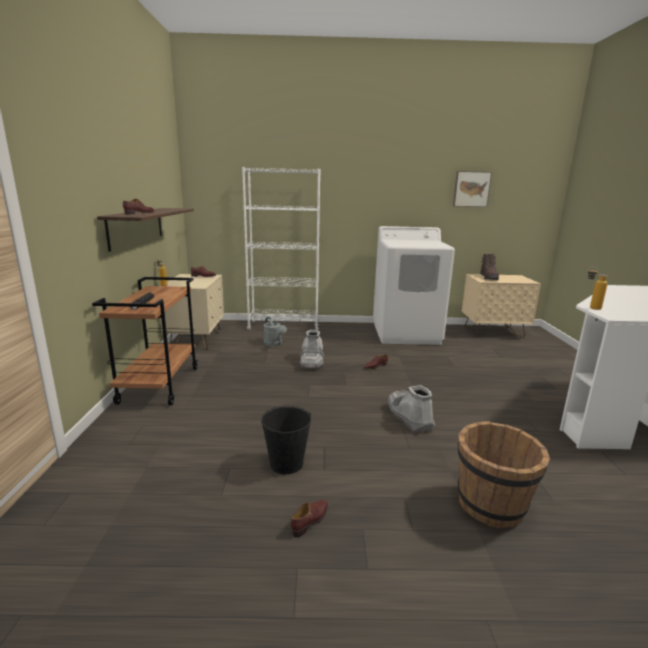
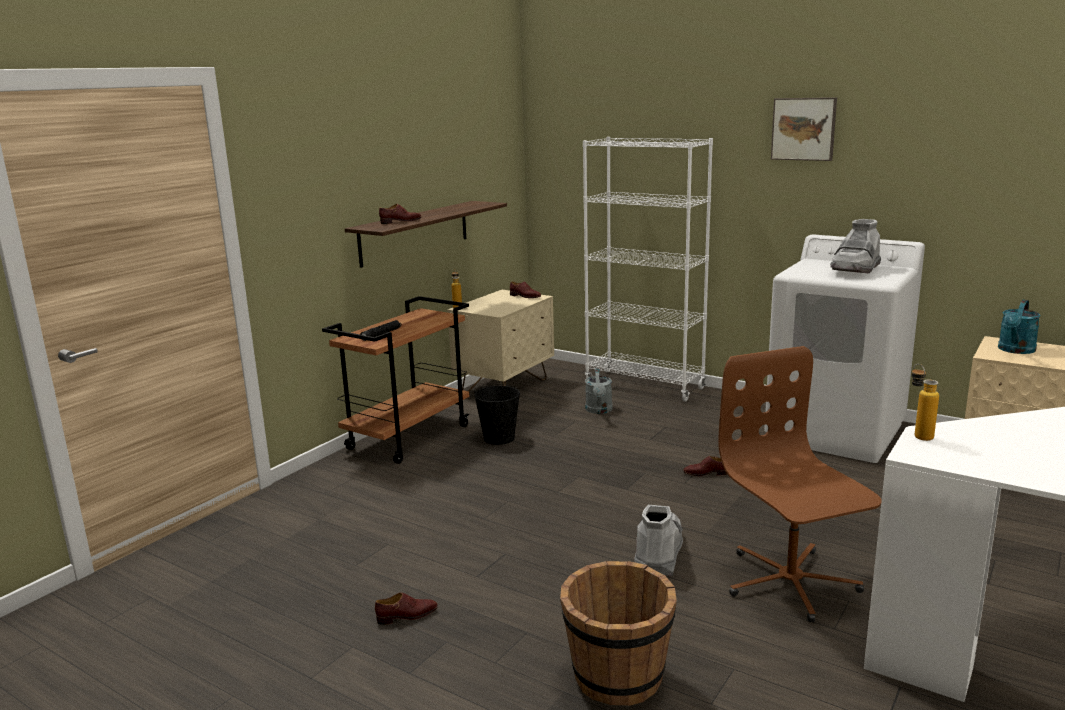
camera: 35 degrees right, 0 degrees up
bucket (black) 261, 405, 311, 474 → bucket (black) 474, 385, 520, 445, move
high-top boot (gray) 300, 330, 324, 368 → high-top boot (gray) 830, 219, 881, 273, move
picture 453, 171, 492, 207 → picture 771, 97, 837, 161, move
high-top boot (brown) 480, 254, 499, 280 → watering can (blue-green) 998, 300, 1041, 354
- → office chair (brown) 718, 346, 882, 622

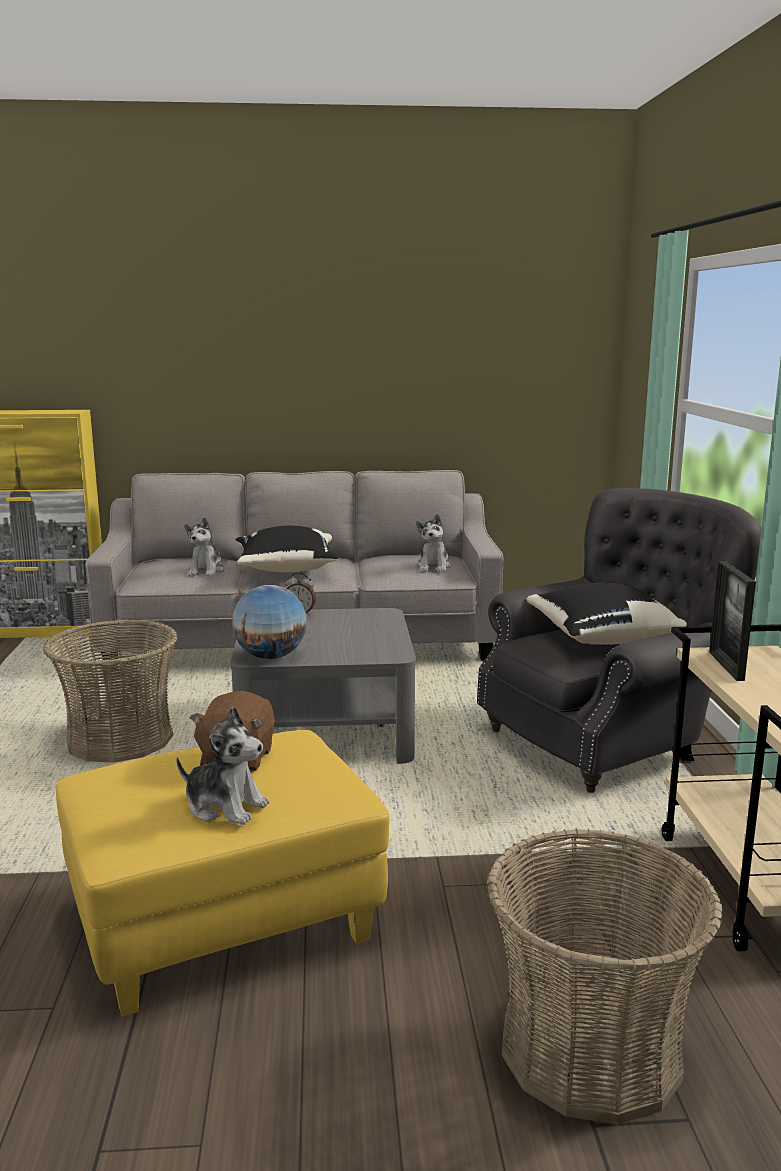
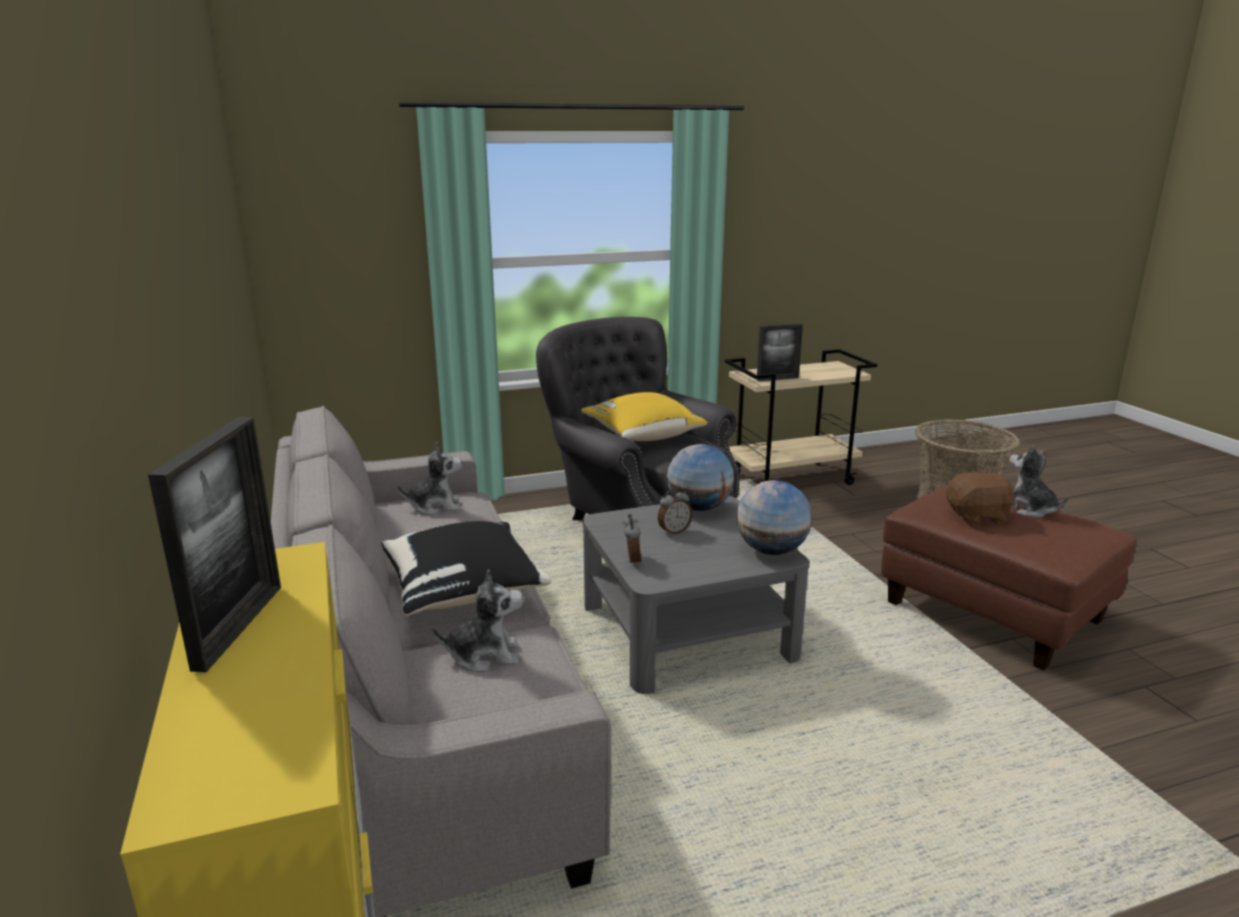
camera: 105 degrees left, 5 degrees up
household basket 43, 619, 178, 763 → -
pouffe (yellow) 56, 730, 390, 1017 → pouffe (brown) 881, 485, 1137, 671
soft toy 176, 707, 270, 825 → soft toy 1010, 446, 1069, 518, 45 degrees counterclockwise
throw pillow (black) 526, 582, 689, 645 → throw pillow (yellow) 581, 392, 708, 441
- → photo frame 148, 417, 281, 672
- → table clock 658, 487, 692, 535
- → desk globe 667, 444, 734, 511

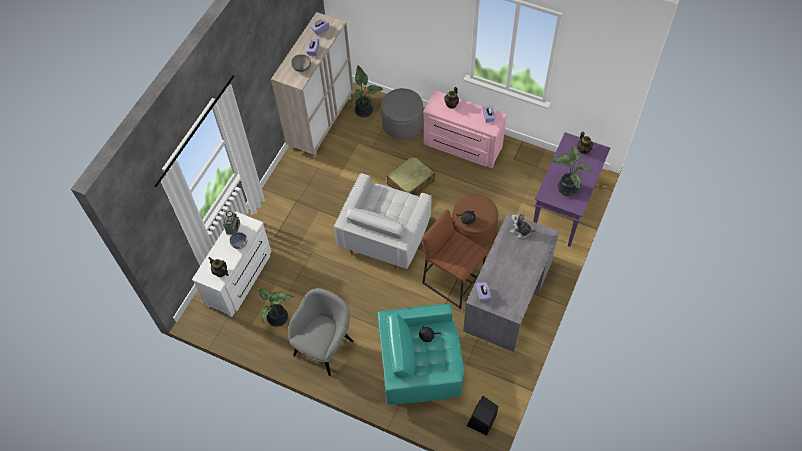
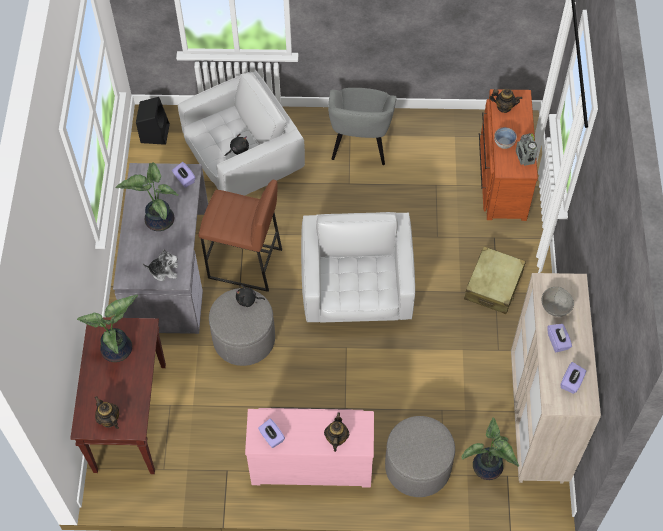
camera: 155 degrees right, 0 degrees up
chest of drawers (whitish) 192, 212, 272, 317 → chest of drawers (brown) 479, 89, 538, 221
potted plant 258, 288, 295, 327 → potted plant 115, 162, 178, 231, move
armchair (blue-green) 377, 304, 465, 405 → armchair (whitish) 178, 70, 305, 196
travel case (beige) 387, 155, 435, 195 → travel case (beige) 464, 246, 526, 314, move
pouffe (brown) 452, 195, 498, 248 → pouffe (gray) 209, 288, 275, 366
hall table (purplish) 533, 132, 610, 247 → hall table (brown) 70, 317, 166, 474

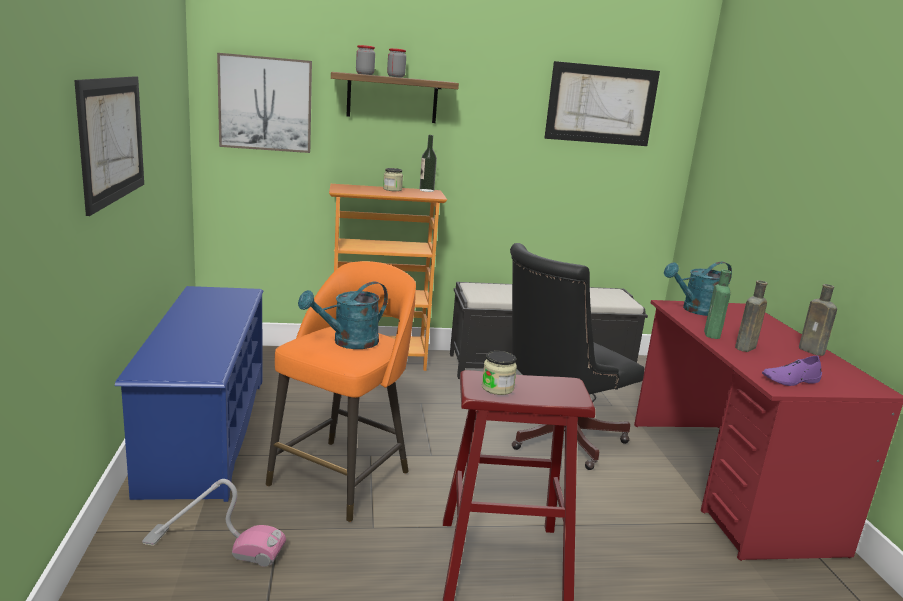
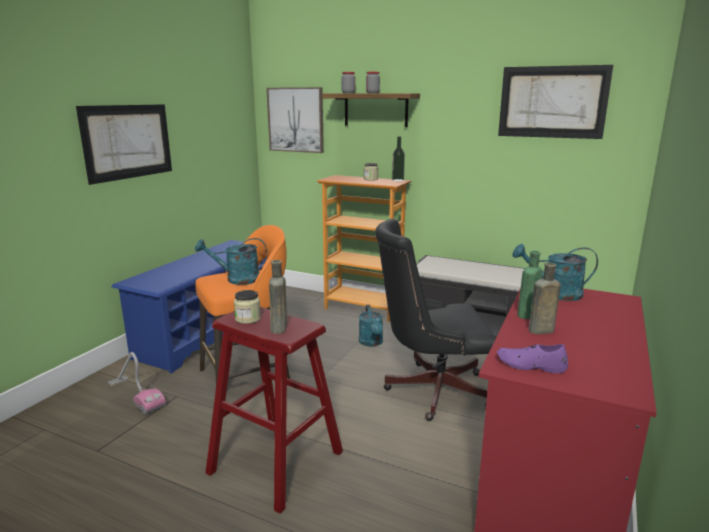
camera: 35 degrees right, 0 degrees up
drink bottle (brown) 799, 284, 837, 356 → drink bottle (brown) 269, 260, 287, 334, move
- → watering can (blue-green) 359, 305, 383, 347

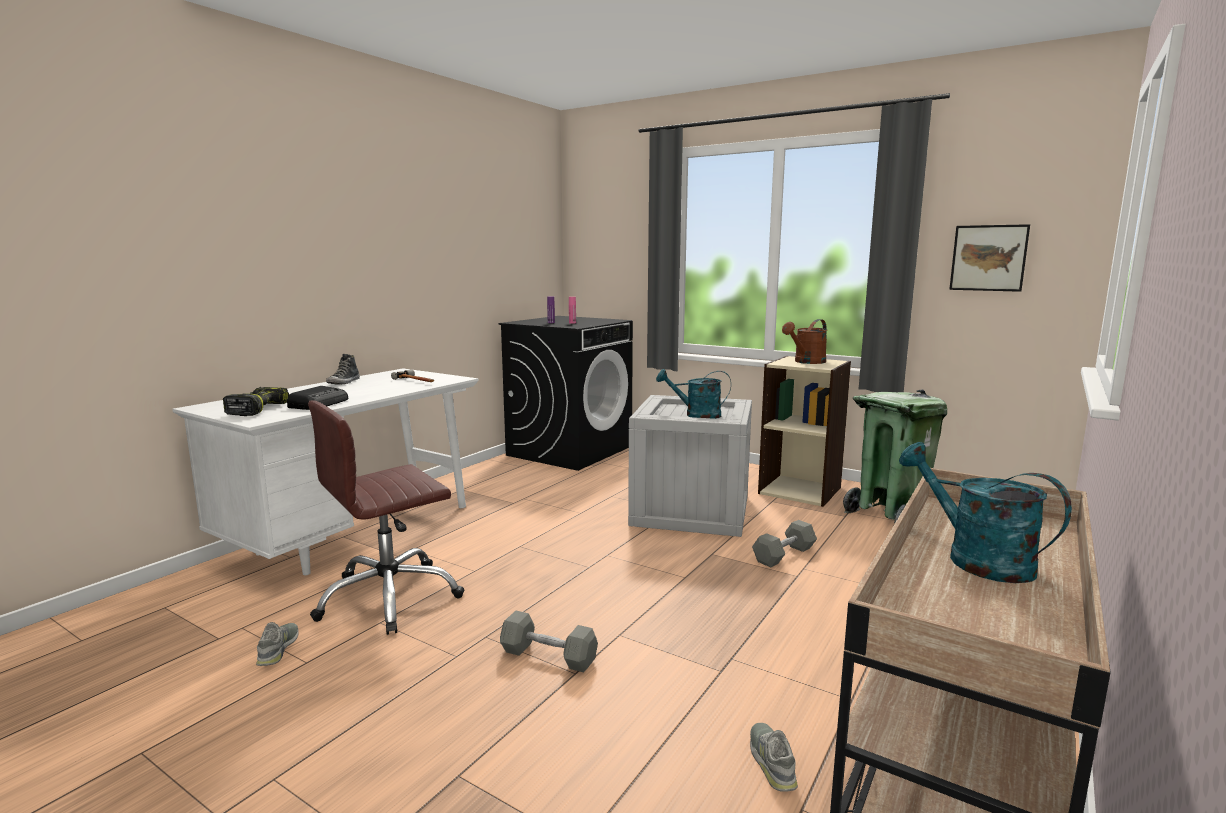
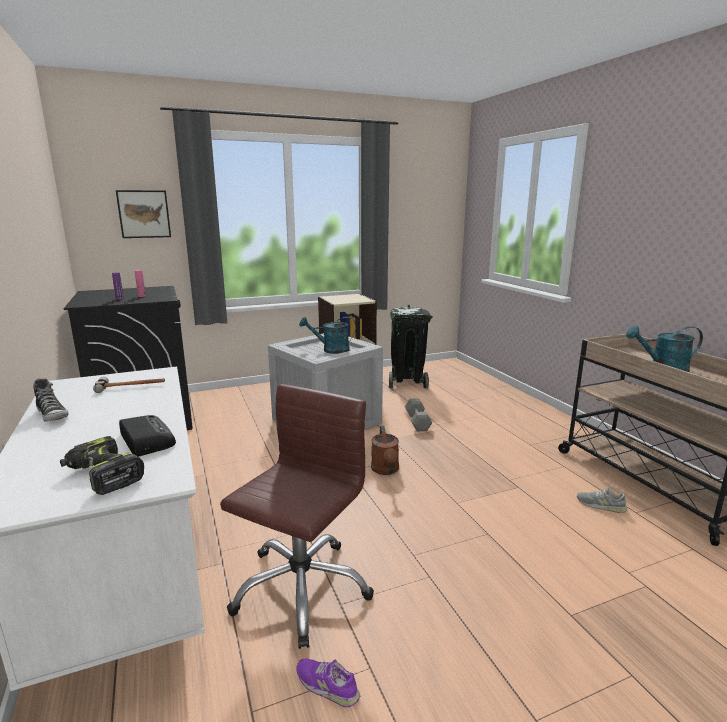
camera: 55 degrees left, 5 degrees up
shoe (gray) 256, 622, 299, 666 → shoe (purplish) 296, 659, 360, 707
office chair (brown) 308, 400, 464, 635 → office chair (brown) 220, 384, 374, 649, 150 degrees counterclockwise
hand weight (gray) 500, 611, 598, 673 → -
watering can (blue-green) 656, 369, 731, 419 → watering can (blue-green) 299, 317, 356, 354, 45 degrees clockwise
watering can (brown) 782, 319, 827, 364 → watering can (brown) 371, 426, 399, 475, move
waste bin (green-coloured) 843, 390, 947, 523 → waste bin (black) 389, 304, 433, 389
picture 949, 224, 1030, 292 → picture 116, 190, 171, 238, move

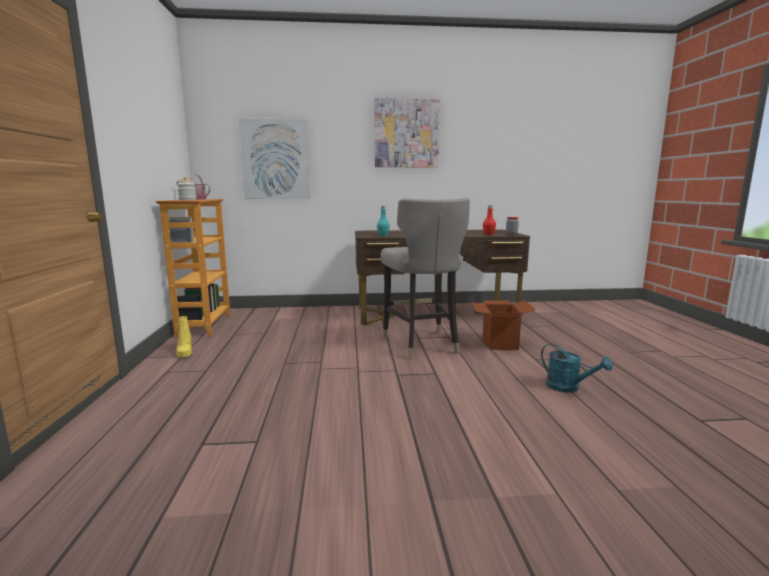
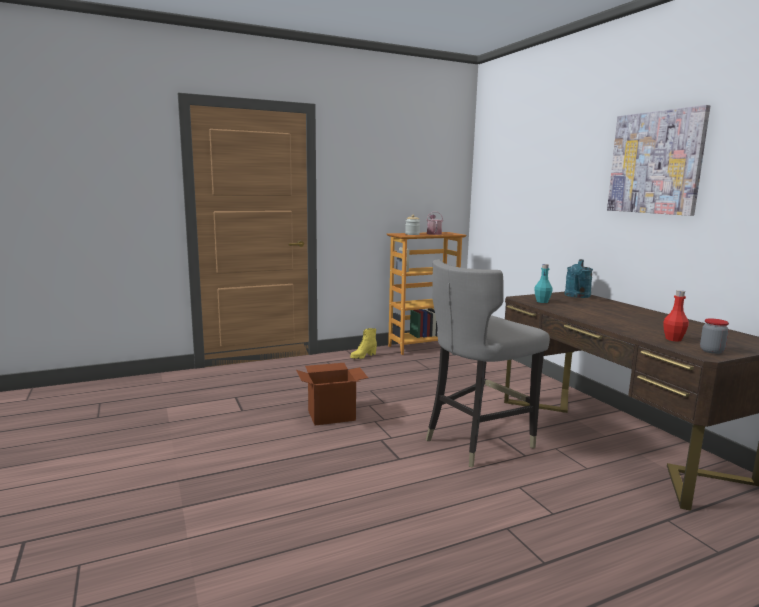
camera: 70 degrees right, 0 degrees up
picture 239, 118, 311, 199 → -
carton 471, 300, 536, 350 → carton 296, 363, 368, 425, move
watering can (blue-green) 541, 343, 613, 393 → watering can (blue-green) 565, 259, 593, 298, move

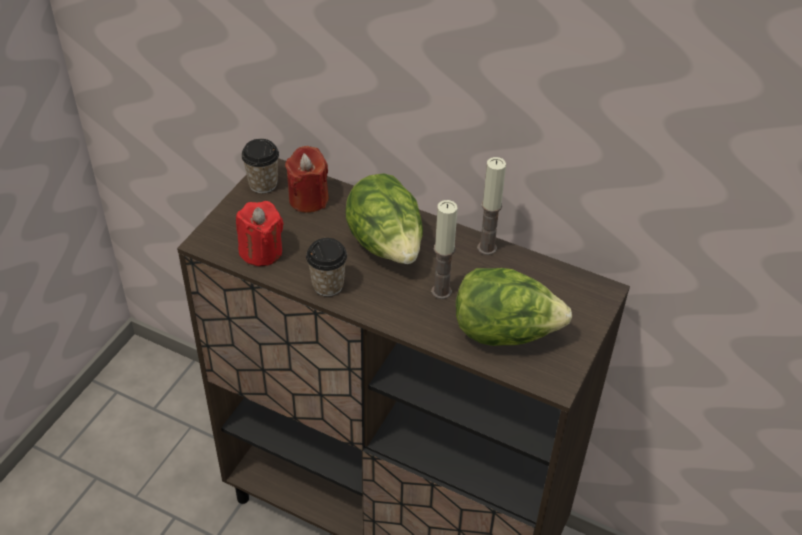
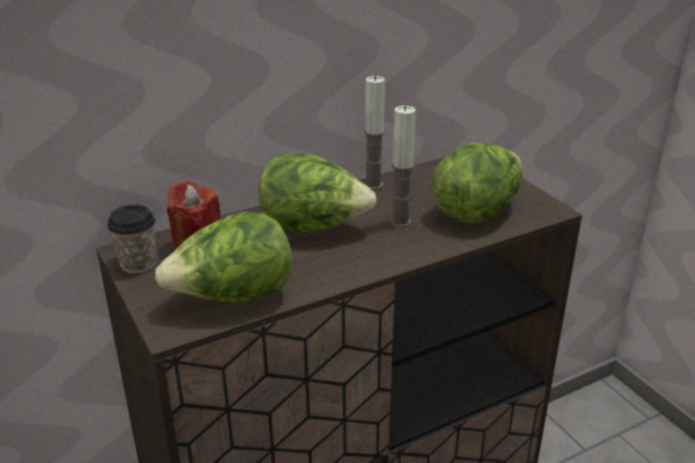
camera: 55 degrees left, 15 degrees down
wax light (reddish) 236, 201, 284, 266 → lettuce 155, 212, 292, 303
drinking cup 306, 238, 347, 296 → -

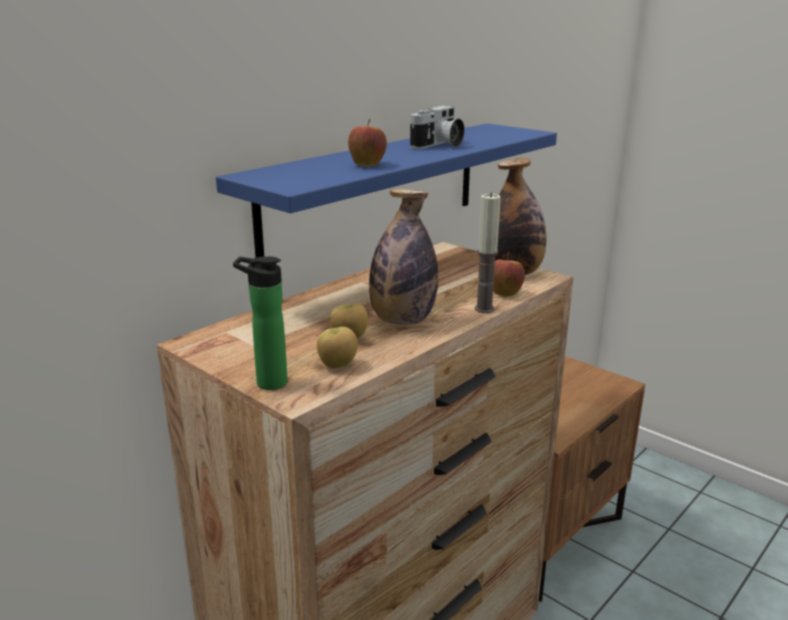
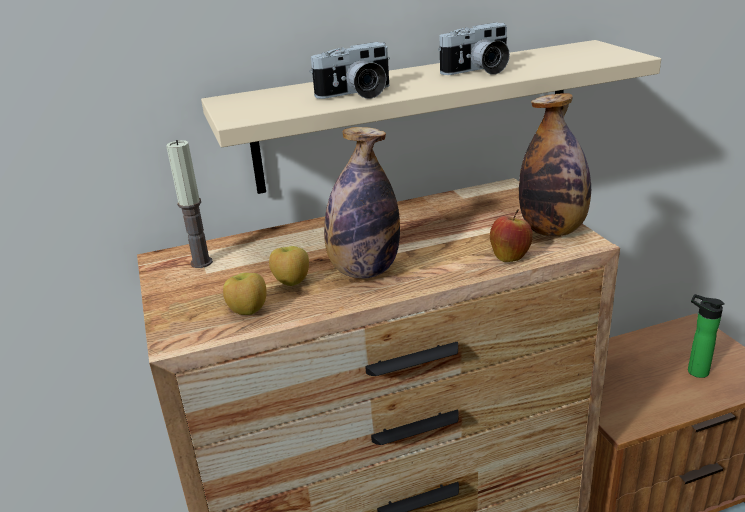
camera: 30 degrees right, 5 degrees up
bracket shelf (blue) 216, 123, 557, 258 → bracket shelf (beige) 201, 40, 661, 194
drink bottle 233, 256, 288, 390 → drink bottle 688, 294, 725, 378, move
whole apple 348, 119, 387, 167 → photo camera 309, 42, 390, 99
wax light 474, 192, 501, 313 → wax light 166, 140, 213, 268, move

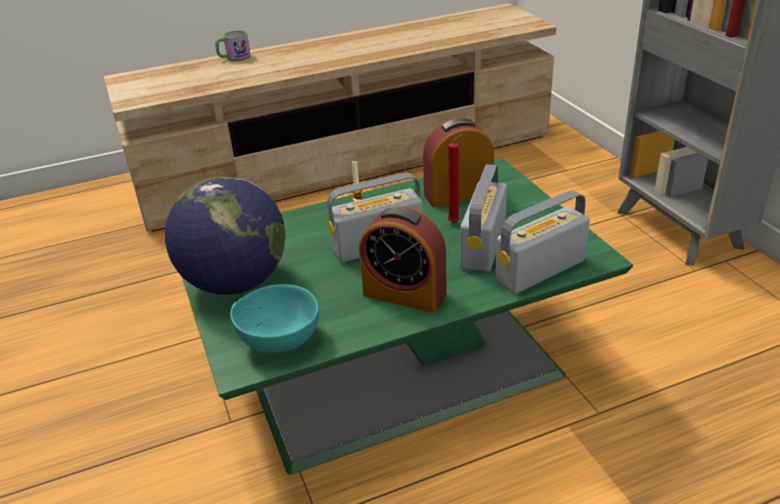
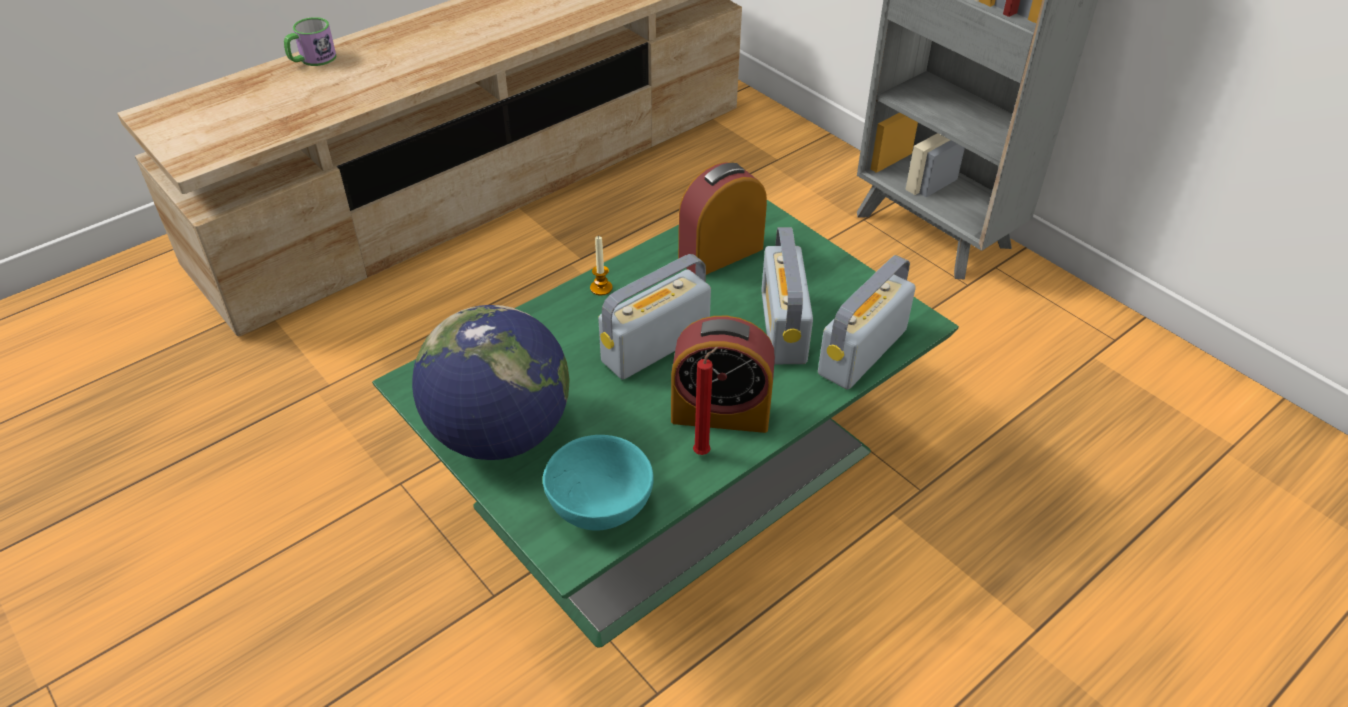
camera: 20 degrees left, 10 degrees up
wax light (reddish) 448, 134, 463, 223 → wax light (reddish) 693, 347, 718, 455, move

